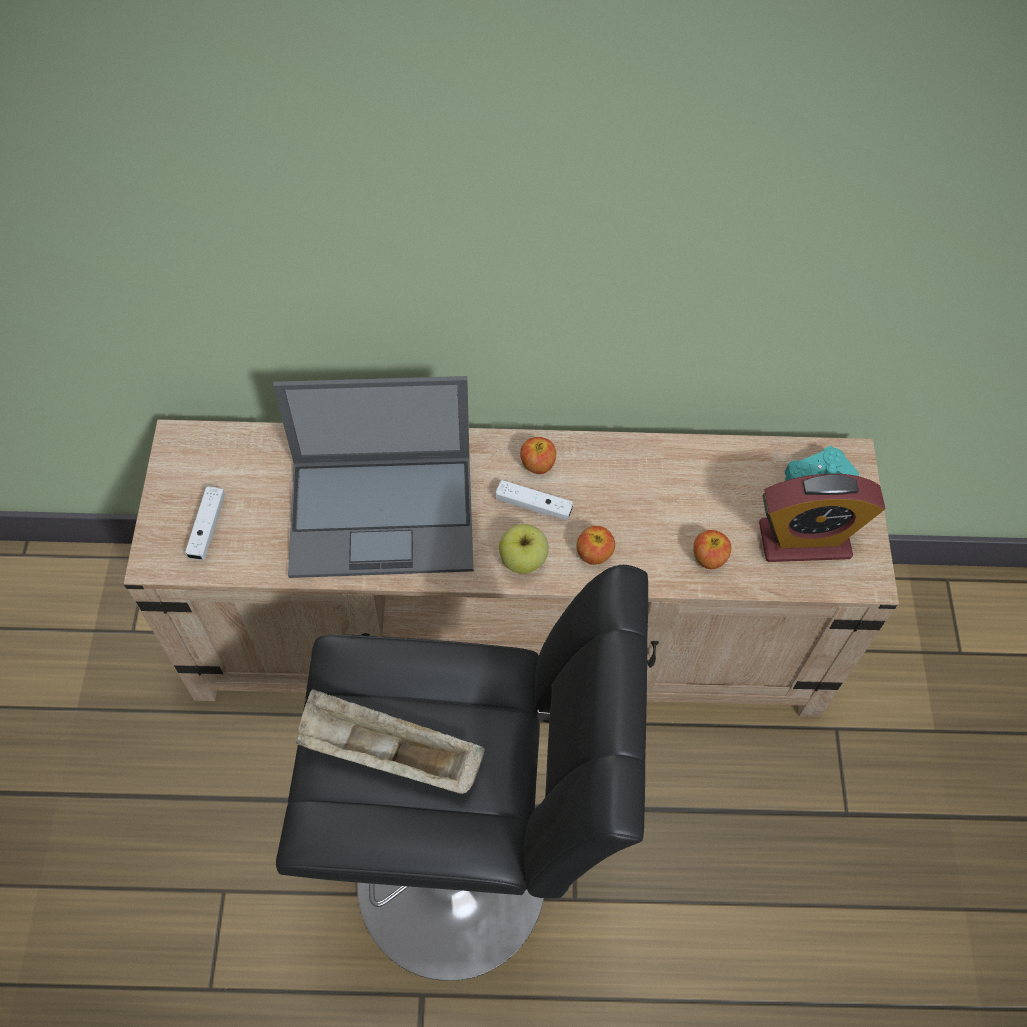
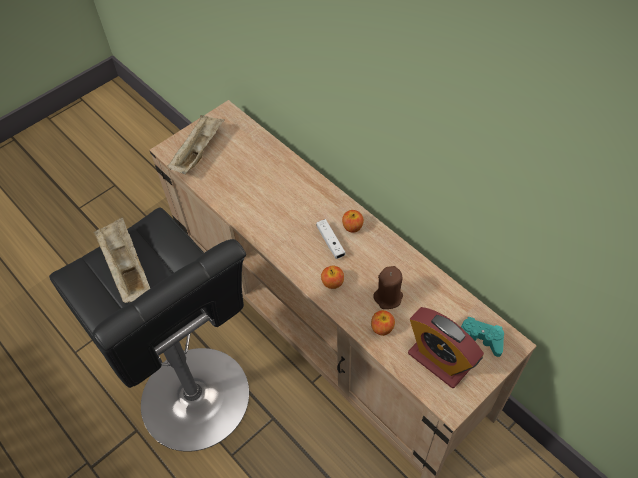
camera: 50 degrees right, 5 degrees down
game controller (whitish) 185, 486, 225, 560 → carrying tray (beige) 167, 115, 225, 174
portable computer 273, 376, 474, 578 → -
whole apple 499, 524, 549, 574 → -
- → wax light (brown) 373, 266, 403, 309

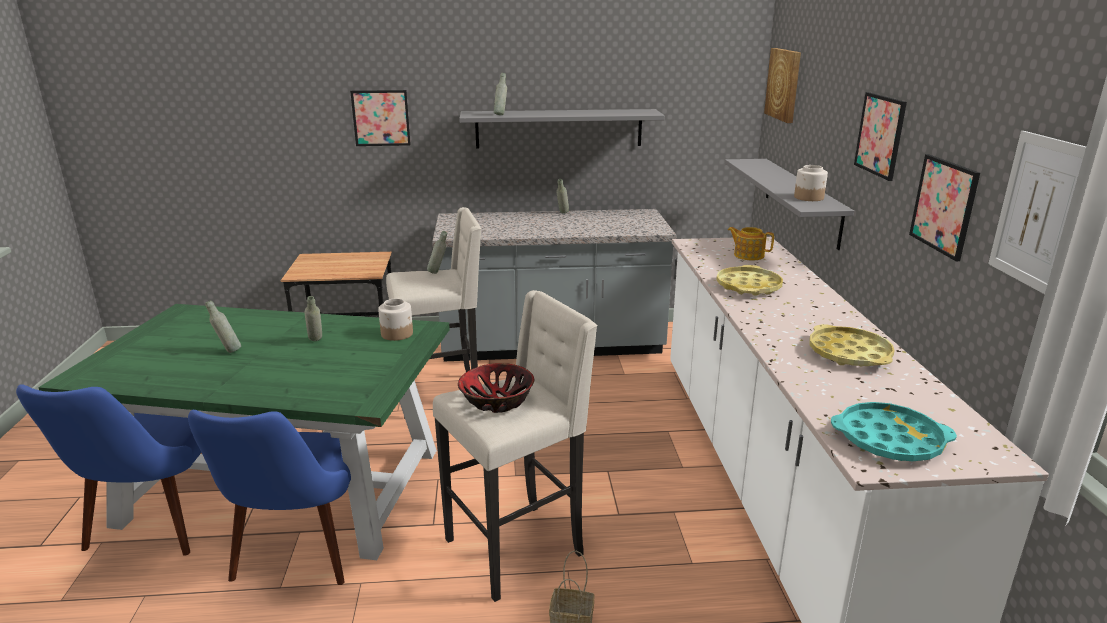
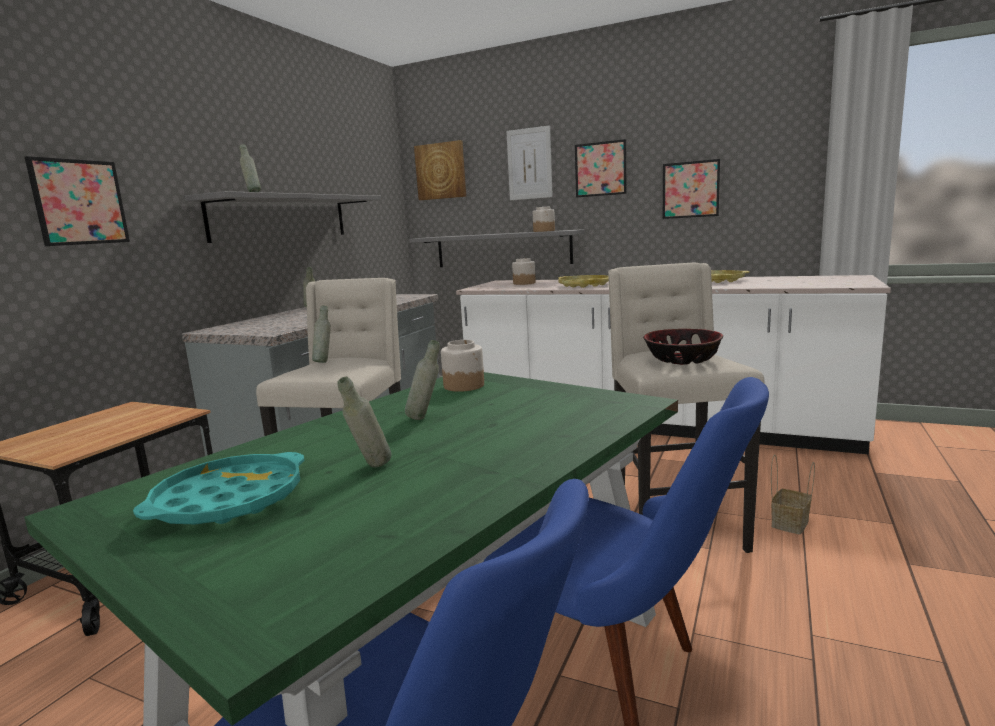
camera: 60 degrees left, 10 degrees down
teapot 728, 227, 774, 261 → preserve jar 512, 258, 536, 285
carrying tray (blue-green) 831, 402, 957, 462 → carrying tray (blue-green) 133, 452, 304, 524, move
picture 988, 131, 1086, 294 → picture 506, 125, 553, 200, move

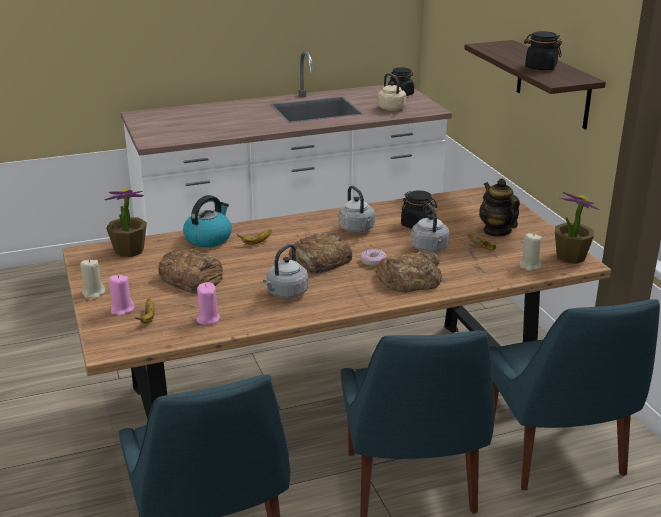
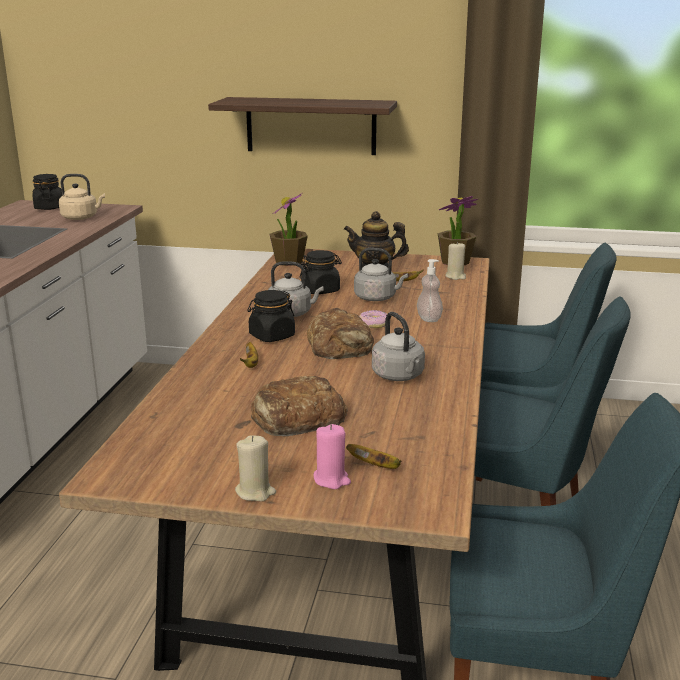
camera: 60 degrees left, 5 degrees down
potted plant 105, 188, 147, 257 → potted plant 270, 193, 308, 266, move
tea kettle 183, 195, 232, 247 → -
wax light (pink-coloured) 197, 282, 220, 325 → -
bakery bread 375, 251, 442, 293 → liquid soap bottle 417, 259, 443, 322
preserve jar (black) 524, 31, 562, 70 → preserve jar (black) 247, 290, 295, 342, move

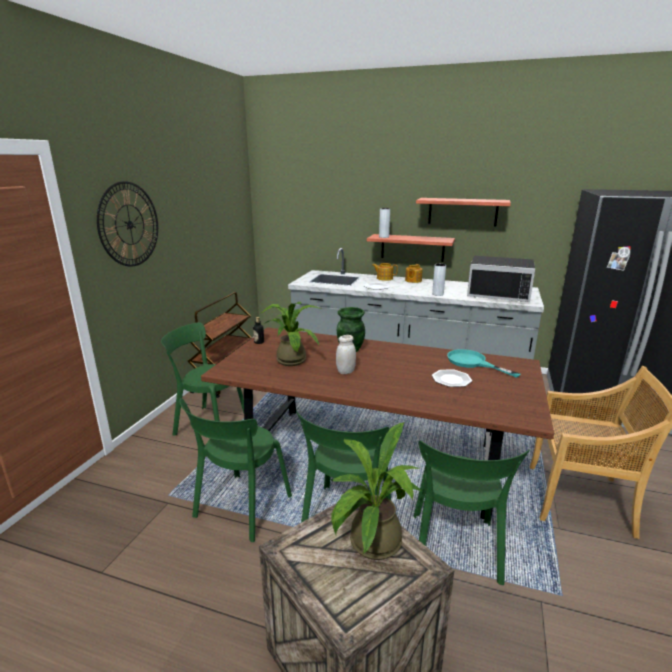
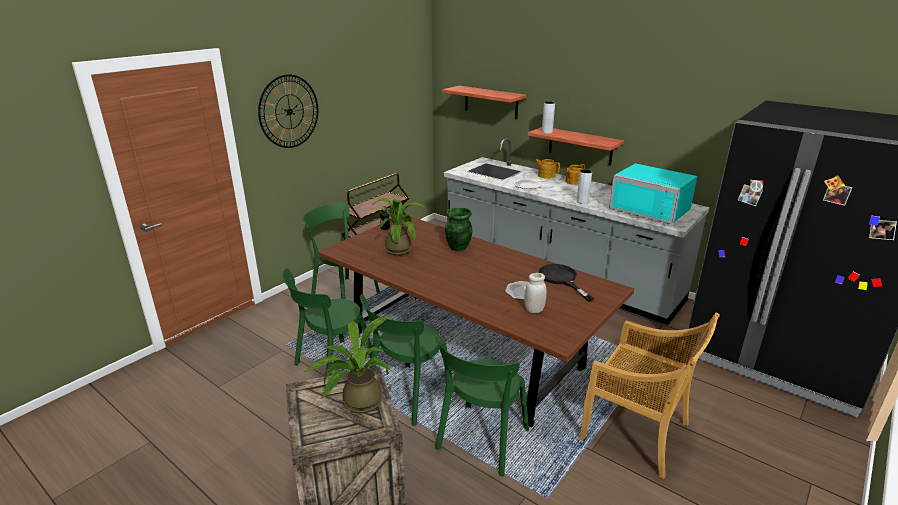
camera: 20 degrees right, 5 degrees up
preserve jar (whitish) 336, 335, 356, 374 → preserve jar (whitish) 524, 273, 547, 313, move
bracket shelf 416, 198, 511, 226 → bracket shelf 442, 86, 527, 119, move
pan (blue-green) 447, 349, 521, 378 → pan (black) 539, 264, 594, 301
microwave (black) 467, 256, 535, 302 → microwave (blue-green) 609, 163, 697, 224

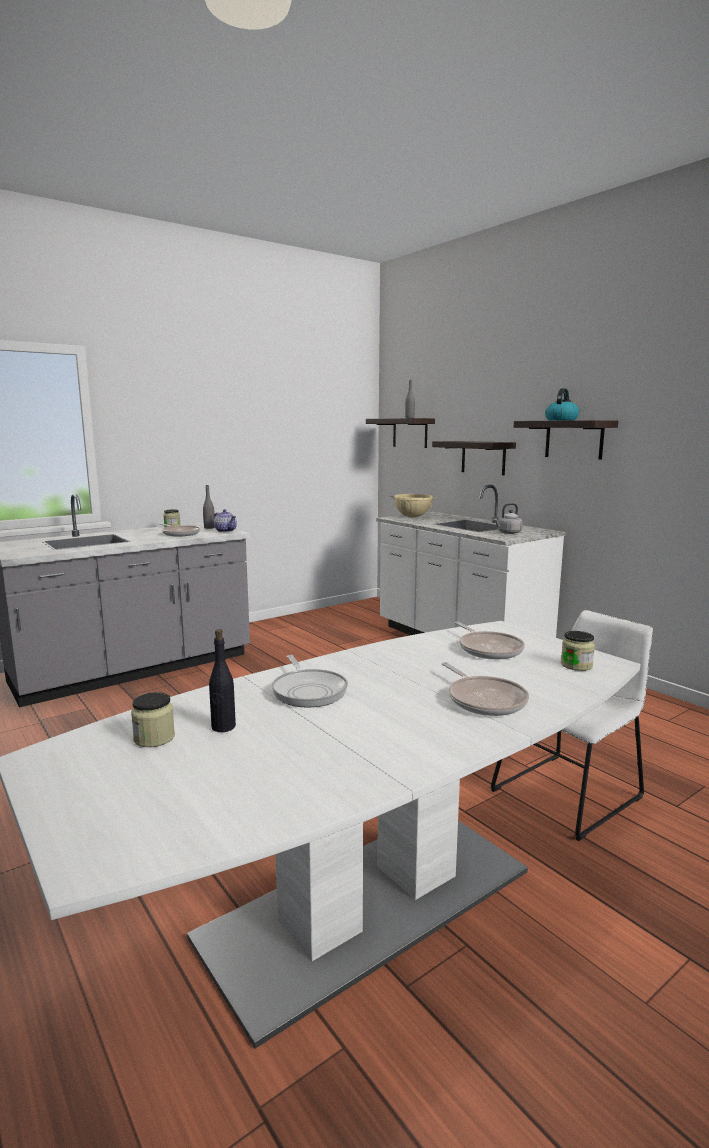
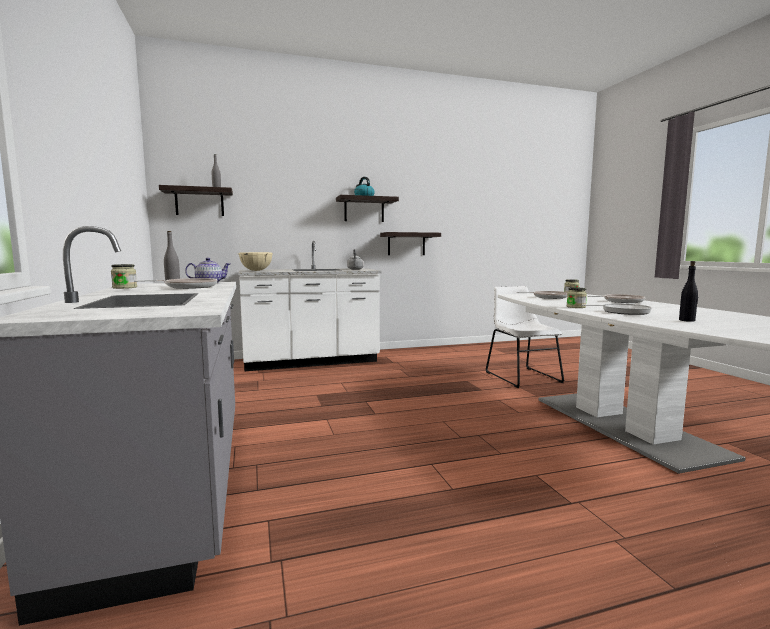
camera: 70 degrees left, 5 degrees down
preserve jar 131, 692, 175, 747 → preserve jar 567, 287, 587, 308, move
bracket shelf 432, 441, 516, 475 → bracket shelf 380, 232, 441, 255, move

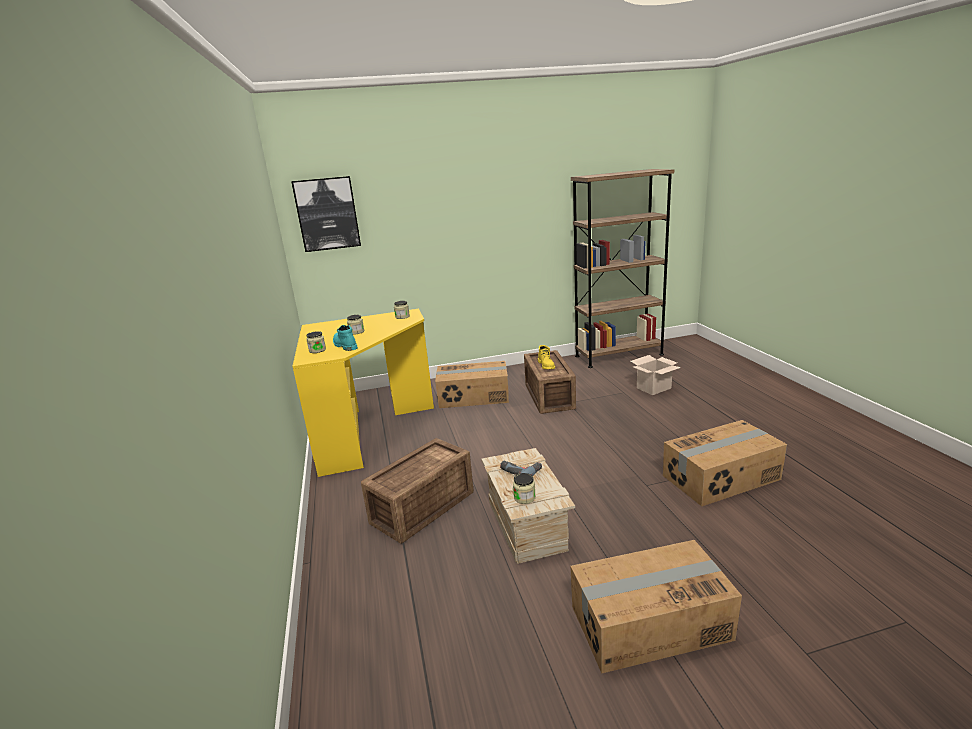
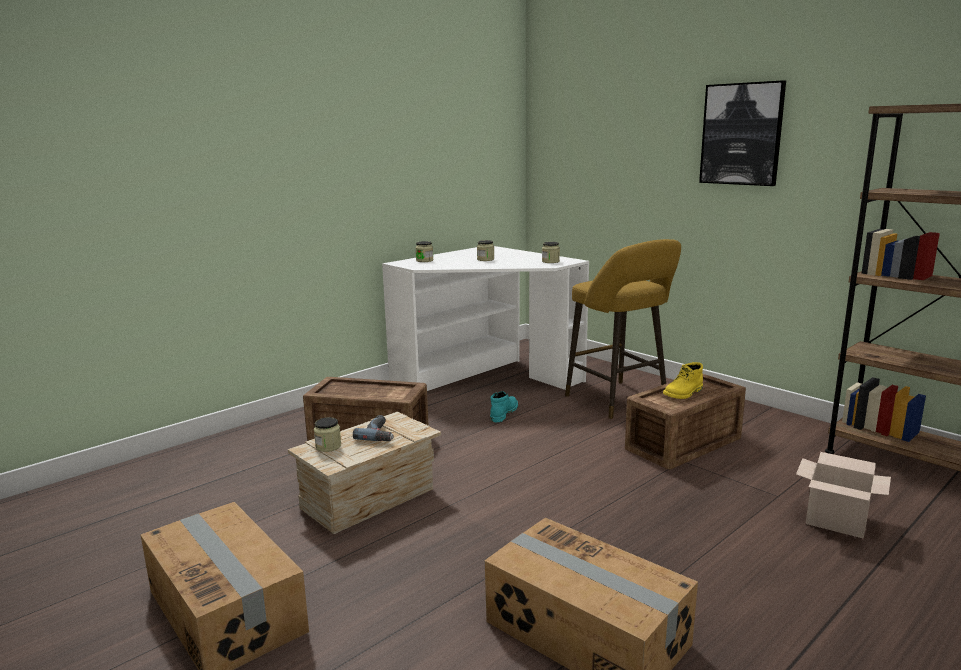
camera: 60 degrees right, 5 degrees down
picture 291, 176, 361, 252 → picture 699, 80, 786, 186, move
desk table (yellow) 292, 309, 434, 477 → desk table (whitish) 382, 246, 589, 391
high-top boot (blue-green) 333, 325, 358, 351 → high-top boot (blue-green) 490, 391, 518, 422, move
carton 435, 361, 509, 408 → stool seat (yellow) 565, 239, 681, 419

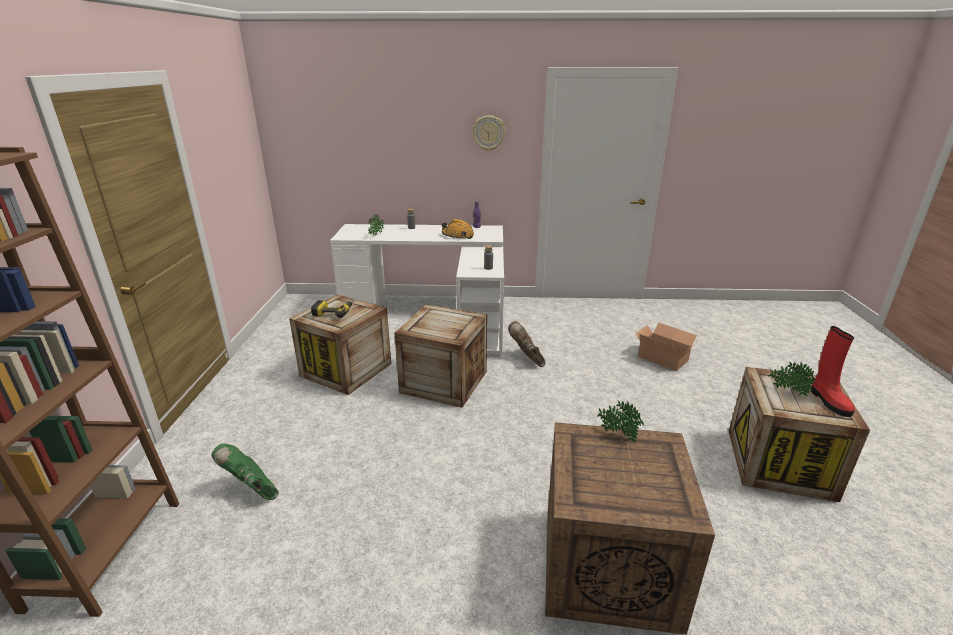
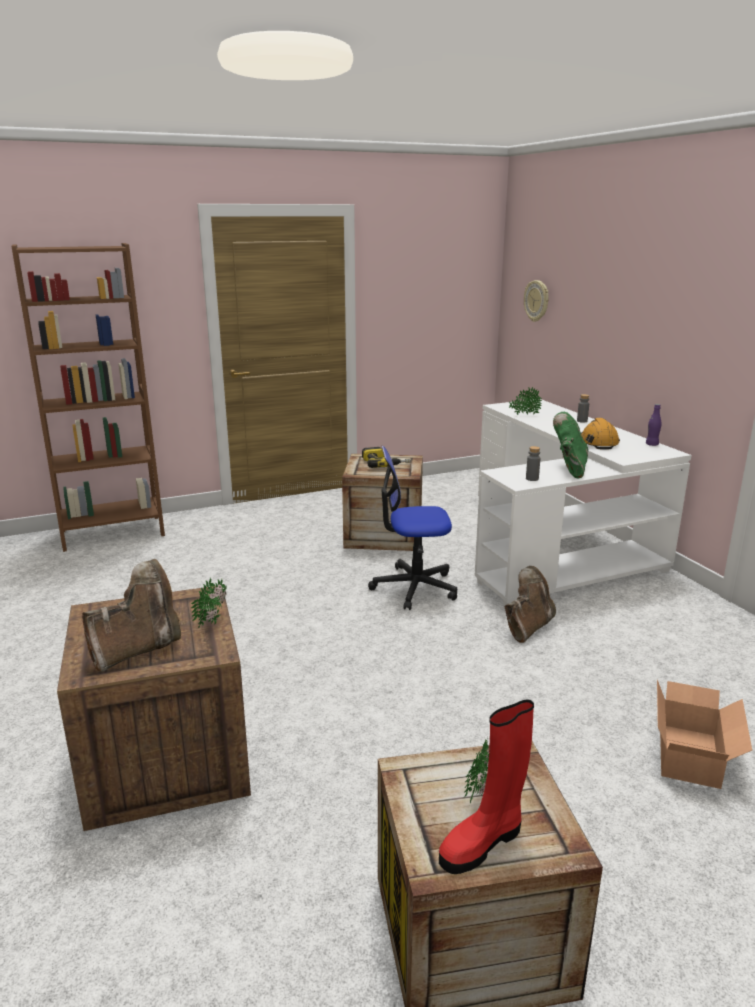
camera: 65 degrees right, 5 degrees down
high-top boot (green-coloured) 211, 444, 279, 500 → high-top boot (green-coloured) 553, 412, 588, 479, move
crate 394, 304, 487, 408 → office chair 368, 446, 457, 610
hanging clock 472, 115, 506, 151 → hanging clock 524, 280, 549, 322, move
- → high-top boot (brown) 82, 559, 181, 672

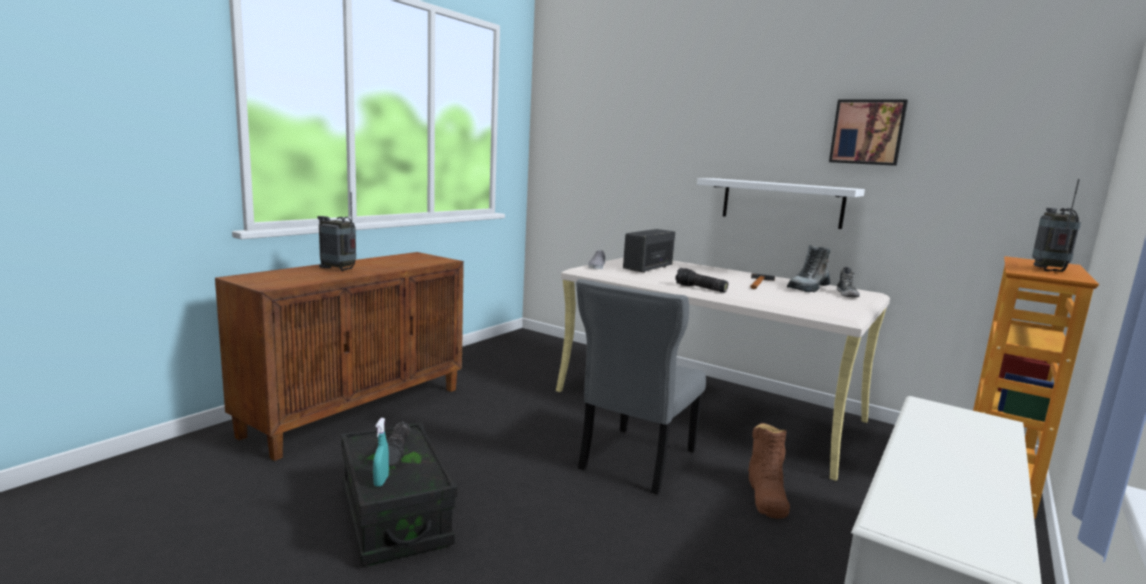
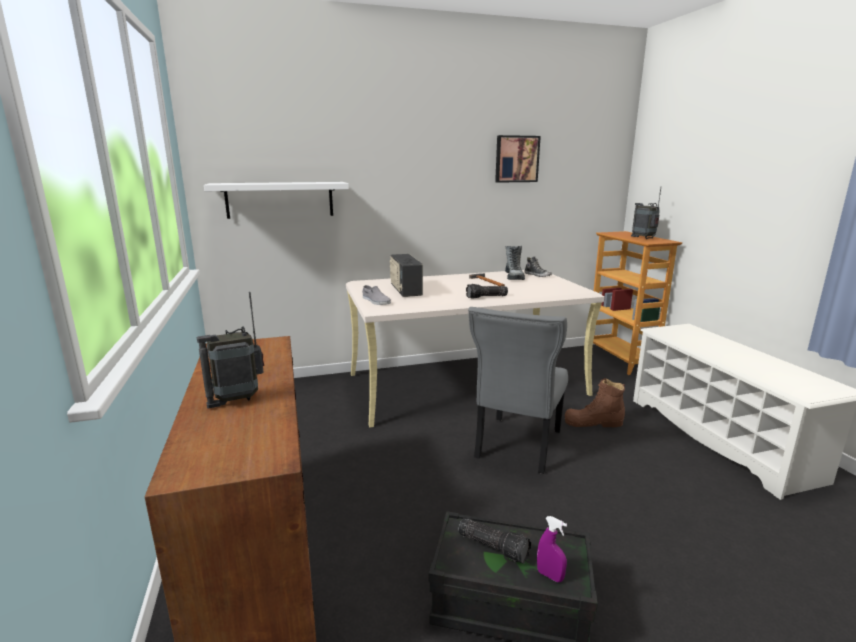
camera: 50 degrees left, 5 degrees up
hand sprayer (blue-green) 373, 418, 389, 487 → hand sprayer (purplish) 537, 516, 567, 582
chair (gray) 576, 279, 706, 495 → chair (gray) 468, 307, 568, 474, 45 degrees clockwise
bracket shelf (whitish) 697, 178, 865, 229 → bracket shelf (whitish) 204, 182, 349, 219, move
high-top boot (brown) 748, 423, 790, 519 → high-top boot (brown) 565, 378, 625, 427, 135 degrees clockwise

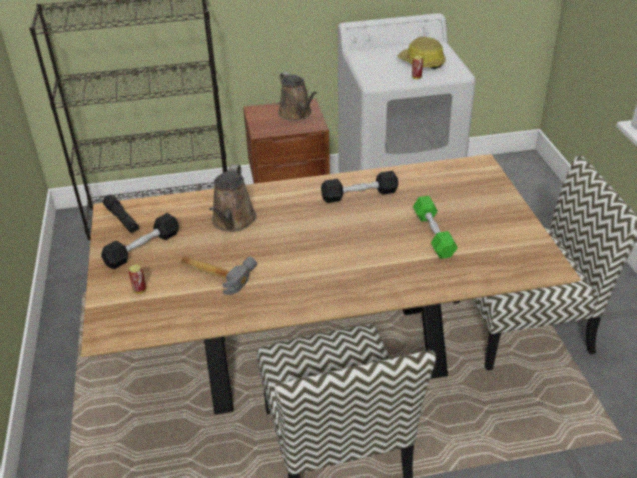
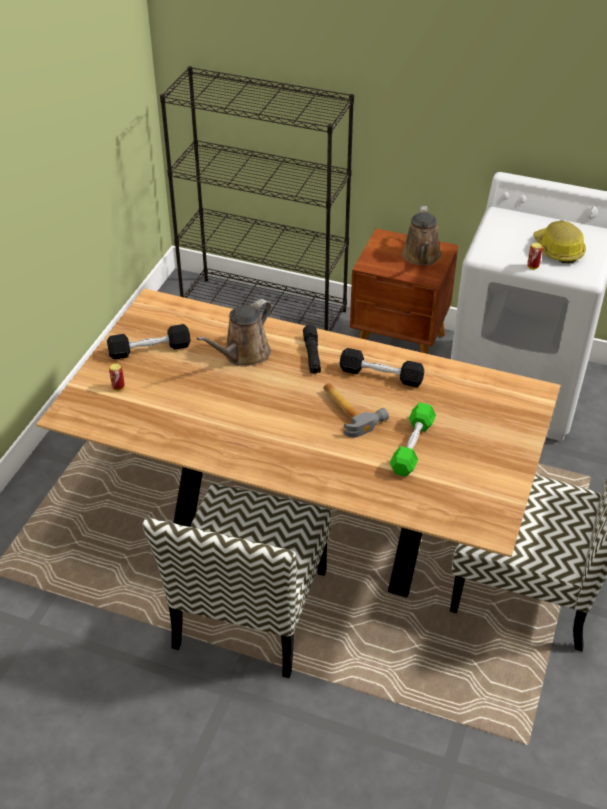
camera: 30 degrees right, 5 degrees up
flashlight (black) 103, 195, 139, 233 → flashlight (black) 303, 325, 321, 373, move
hand hammer 181, 256, 257, 295 → hand hammer 323, 383, 389, 438, move

